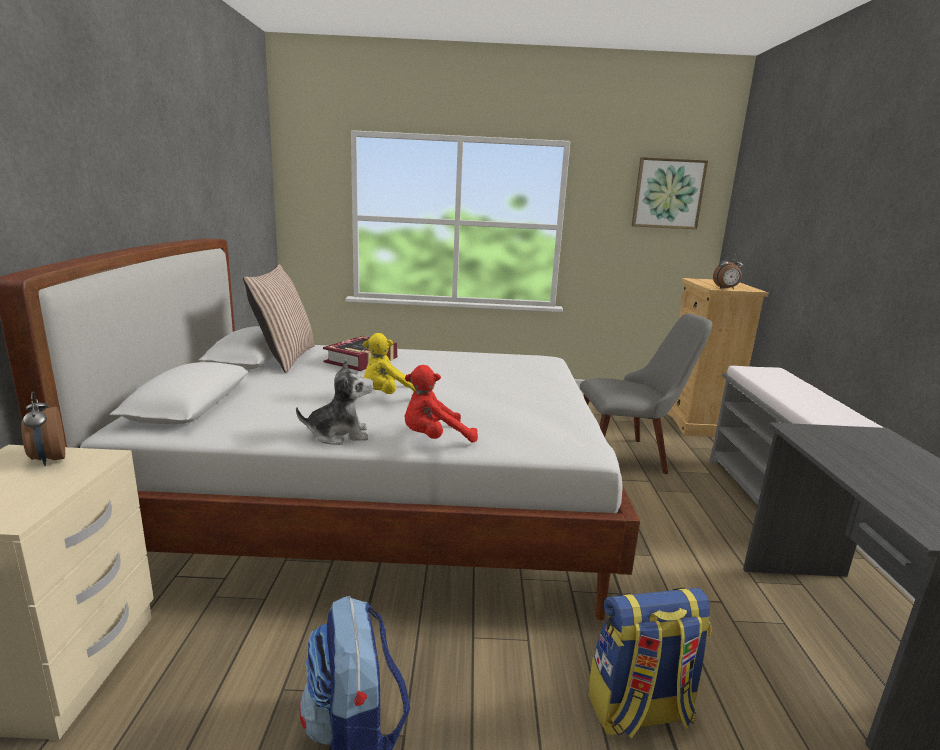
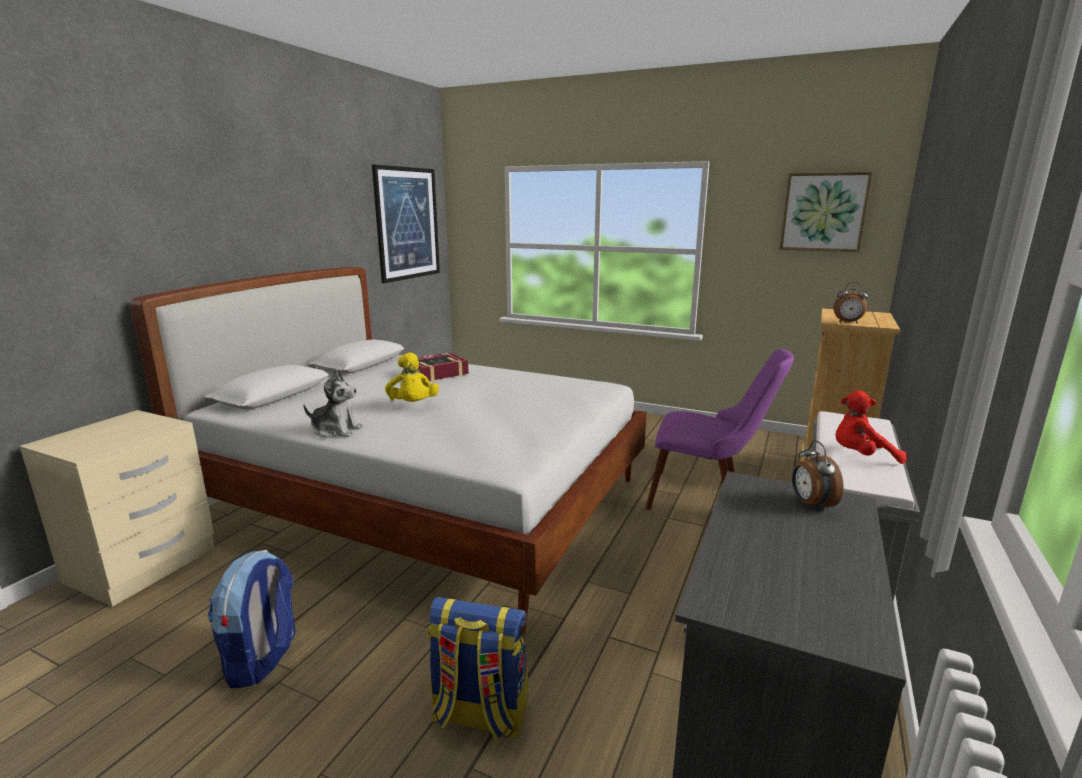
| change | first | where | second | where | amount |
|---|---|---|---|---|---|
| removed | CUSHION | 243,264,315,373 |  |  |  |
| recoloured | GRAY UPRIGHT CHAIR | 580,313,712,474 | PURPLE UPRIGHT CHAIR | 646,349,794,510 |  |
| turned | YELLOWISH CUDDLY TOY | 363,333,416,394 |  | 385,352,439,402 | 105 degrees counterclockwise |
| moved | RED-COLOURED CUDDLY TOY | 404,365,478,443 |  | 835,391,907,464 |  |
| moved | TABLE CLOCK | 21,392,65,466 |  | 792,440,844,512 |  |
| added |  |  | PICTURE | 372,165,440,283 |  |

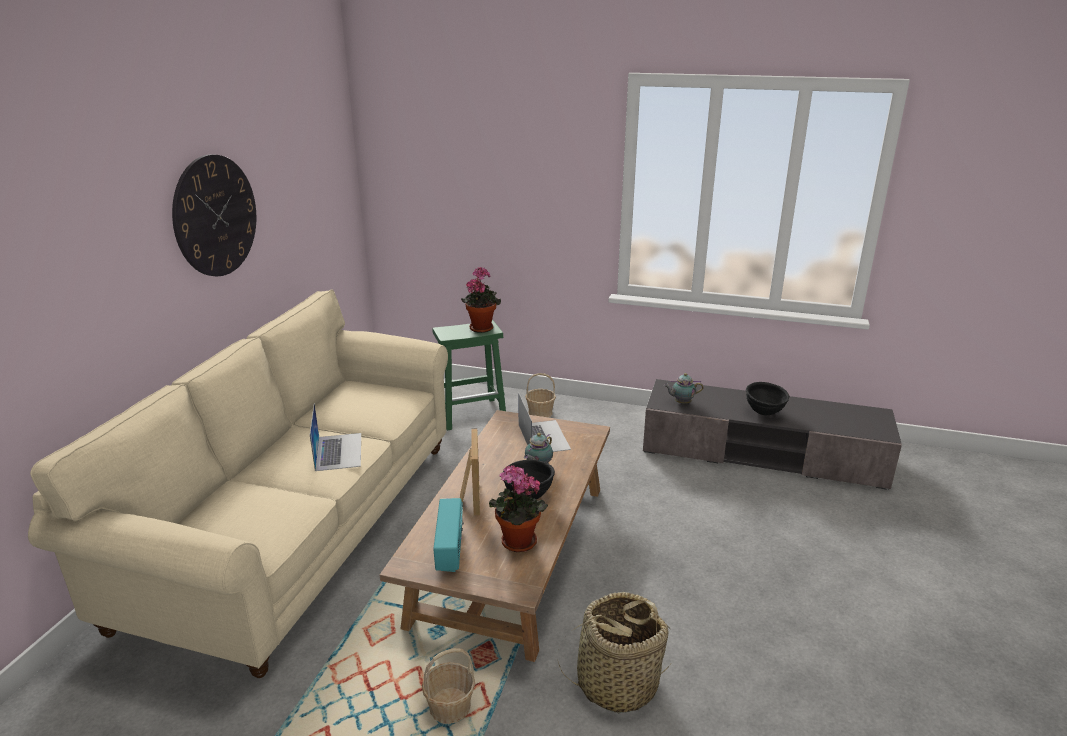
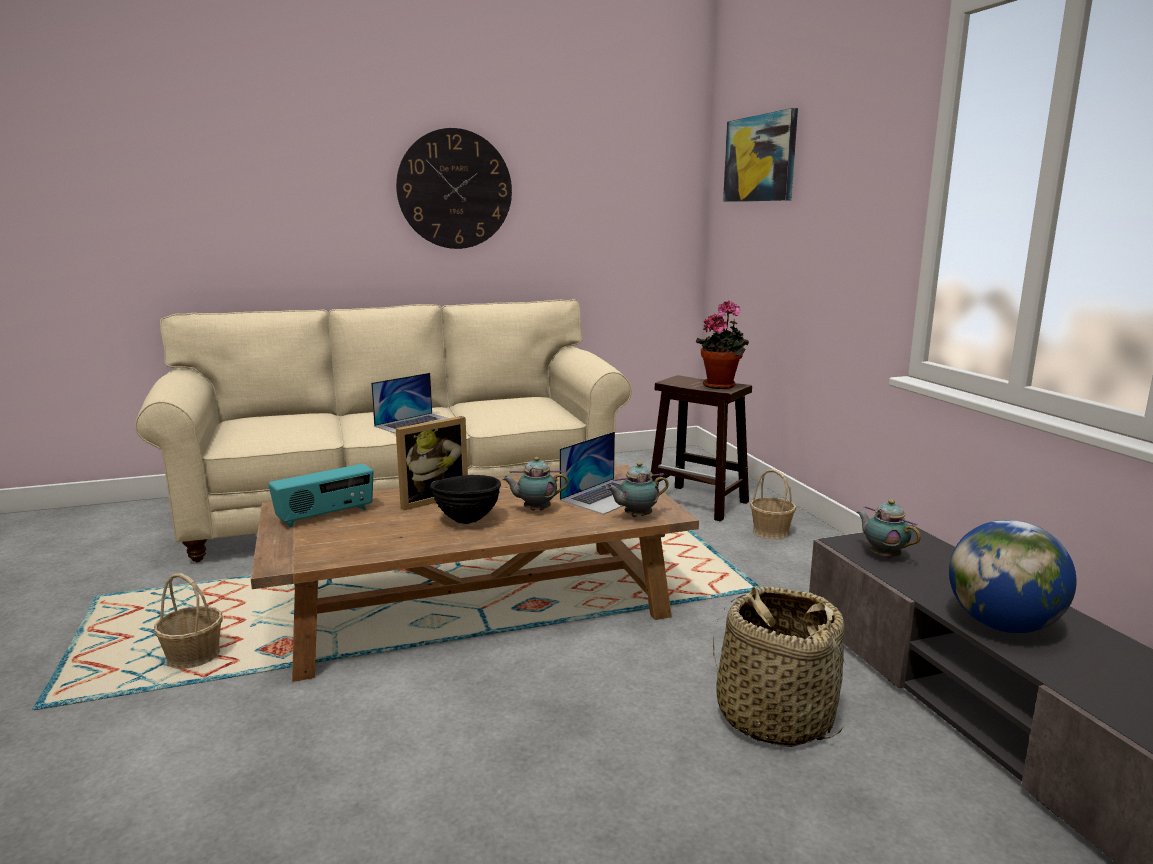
| change | first | where | second | where | amount |
|---|---|---|---|---|---|
| recoloured | GREENISH STOOL | 432,320,506,430 | BROWN-COLOURED STOOL | 651,375,752,522 |  |
| replaced | BLACK-COLOURED BOWL | 746,382,789,416 | DESK GLOBE | 949,520,1076,633 |  |
| removed | HOUSEPLANT | 489,465,548,552 |  |  |  |
| moved | STORAGE BASKET | 557,592,670,713 |  | 713,586,845,747 |  |
| added |  |  | PICTURE | 723,108,798,202 |  |
| added |  |  | POT FOR TEA | 606,462,669,517 |  |

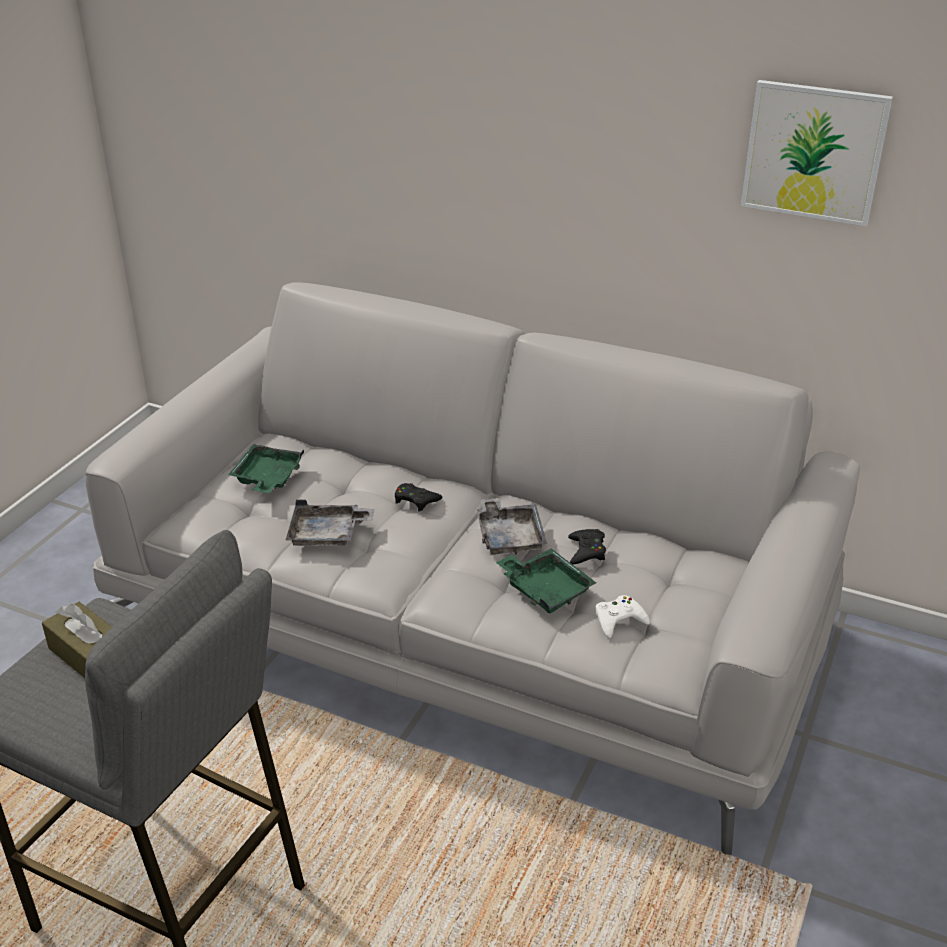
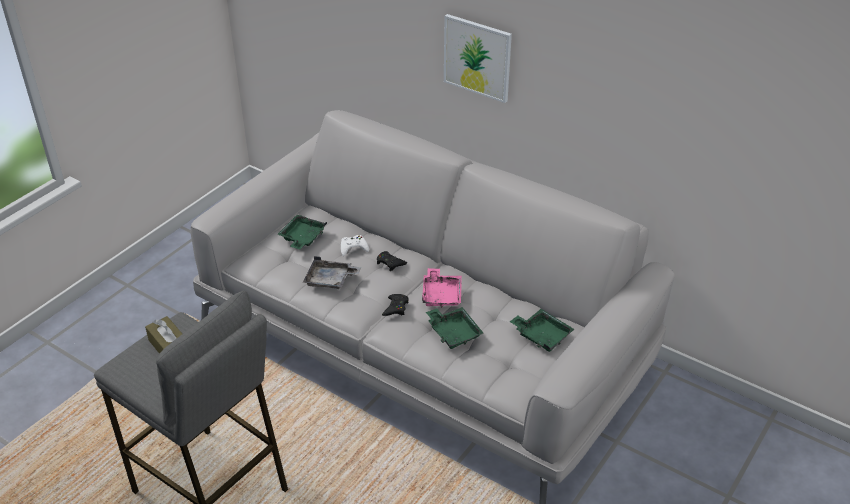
| change | first | where | second | where | amount |
|---|---|---|---|---|---|
| moved | PICTURE | 741,80,893,226 |  | 444,14,512,103 |  |
| recoloured | GRAY SERVING TRAY | 477,498,547,555 | PINK-COLOURED SERVING TRAY | 422,268,462,307 |  |
| moved | BLACK-COLOURED GAME CONTROLLER | 568,529,606,565 |  | 382,294,409,316 |  |
| moved | WHITISH GAME CONTROLLER | 596,595,650,638 |  | 341,235,369,256 |  |
| added |  |  | GREENISH SERVING TRAY | 510,309,575,352 |  |

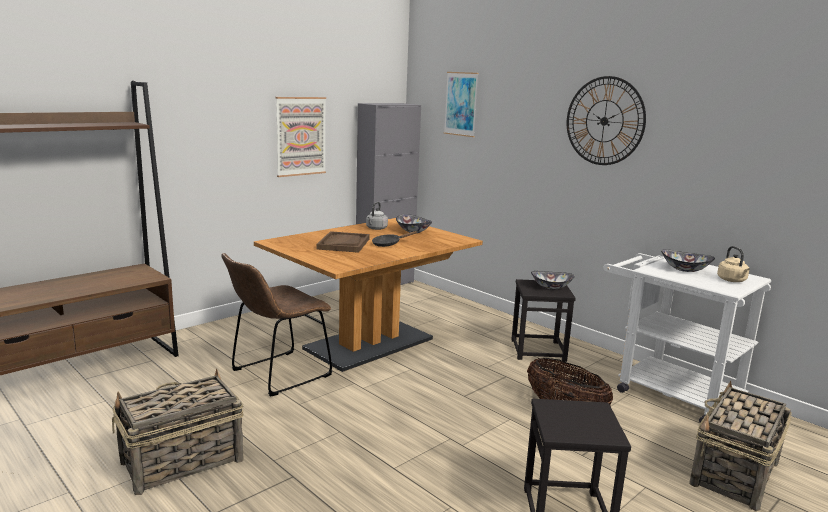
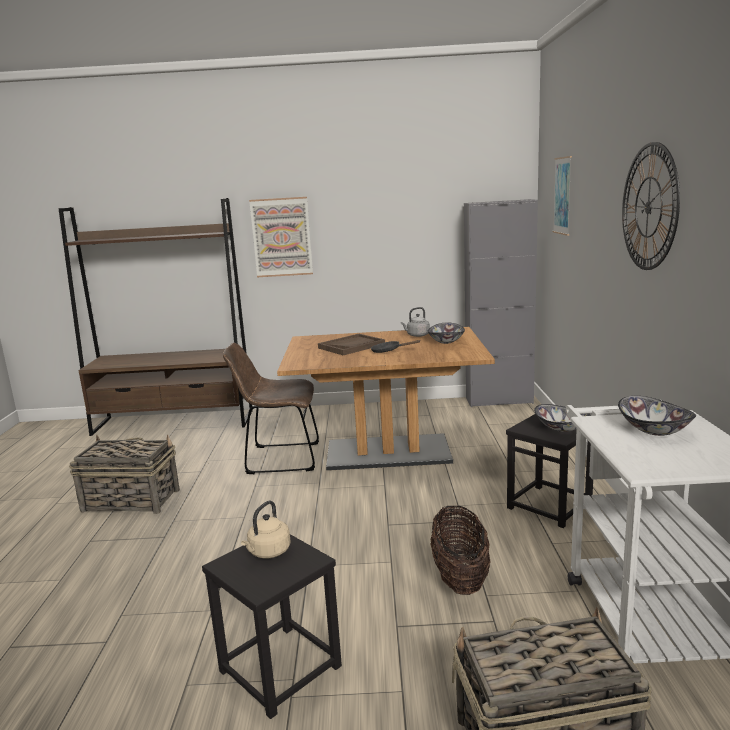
| change | first | where | second | where | amount |
|---|---|---|---|---|---|
| moved | PICTURE | 276,97,326,177 |  | 249,197,313,277 |  |
| moved | BEIGE KETTLE | 717,246,750,282 |  | 241,501,291,559 |  |

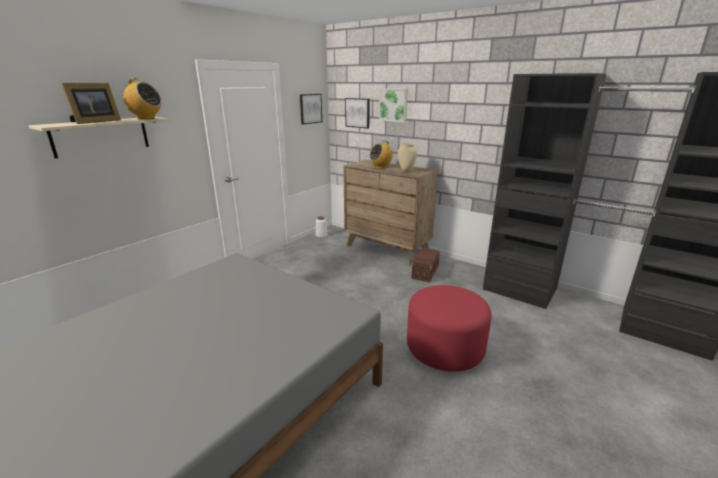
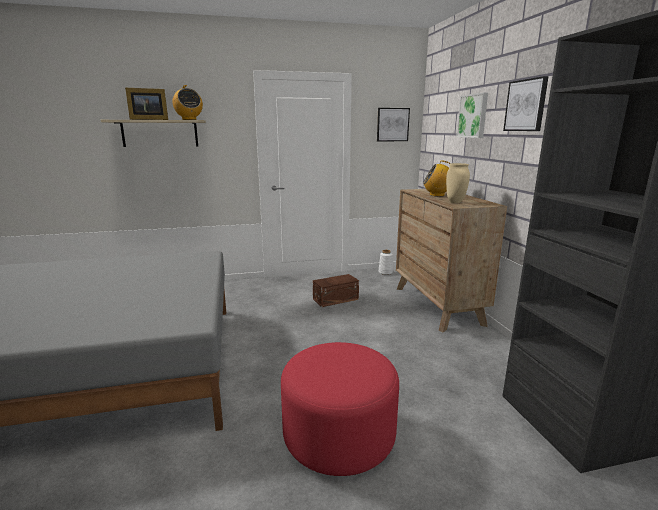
| change | first | where | second | where | amount |
|---|---|---|---|---|---|
| moved | PICTURE | 345,98,370,129 |  | 503,76,549,131 |  |
| moved | BROWN-COLOURED STORAGE CONTAINER | 411,248,440,282 |  | 313,274,359,307 |  |

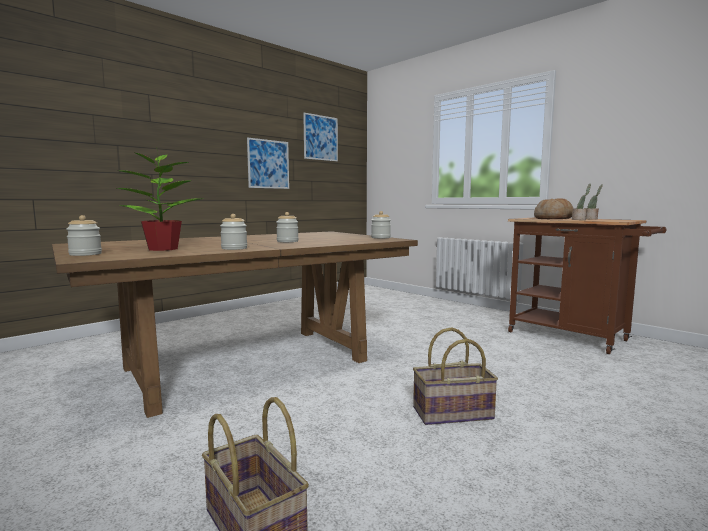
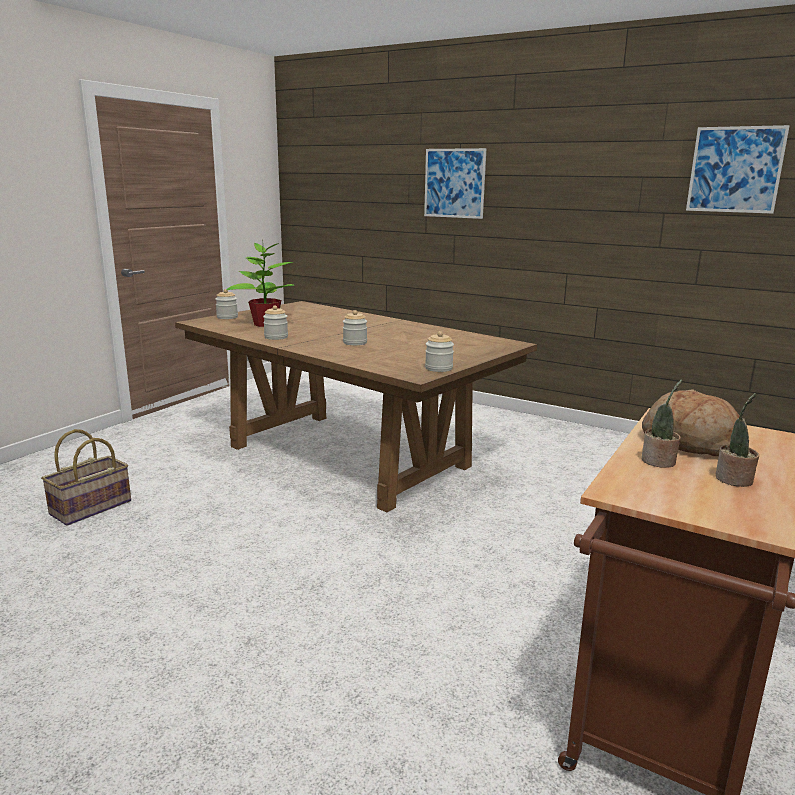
| change | first | where | second | where | amount |
|---|---|---|---|---|---|
| moved | PICTURE | 247,137,289,189 |  | 424,148,487,219 |  |
| removed | STORAGE BASKET | 413,328,498,425 |  |  |  |

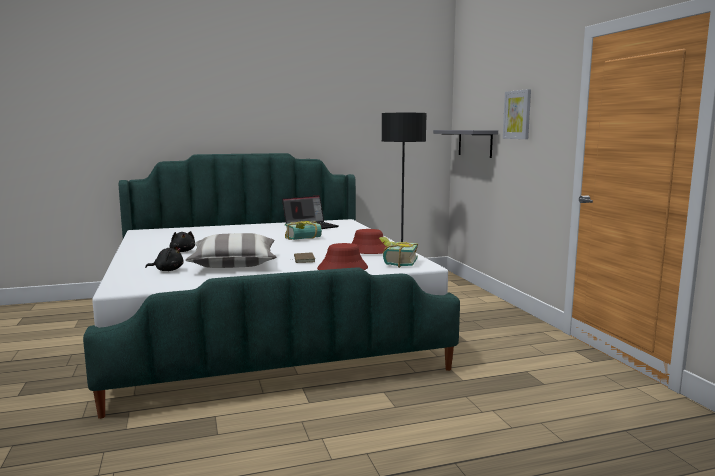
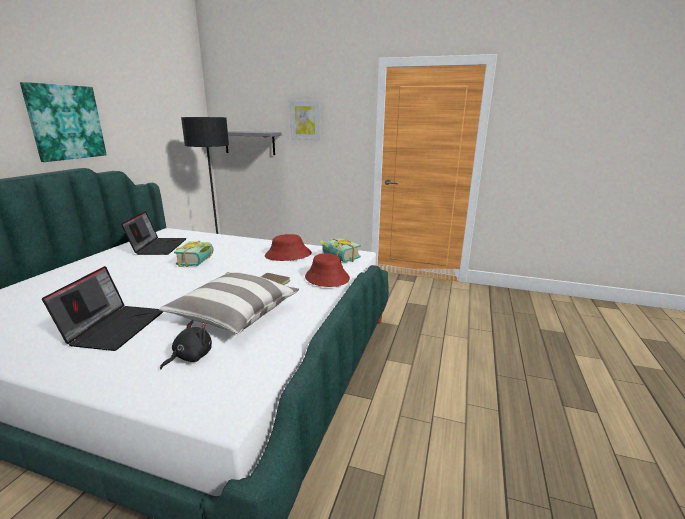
| change | first | where | second | where | amount |
|---|---|---|---|---|---|
| replaced | BLACK-COLOURED CUDDLY TOY | 170,231,195,252 | PORTABLE COMPUTER | 42,266,163,351 |  |
| added |  |  | PICTURE | 20,82,107,162 |  |

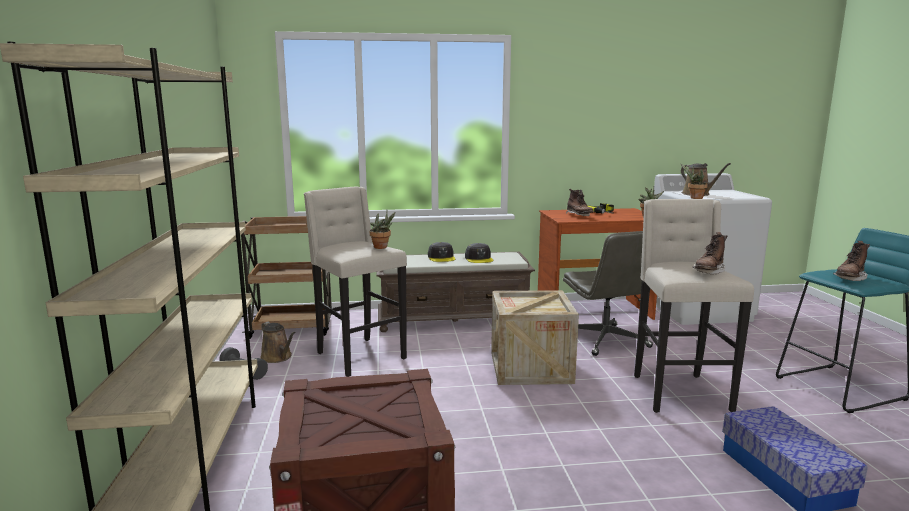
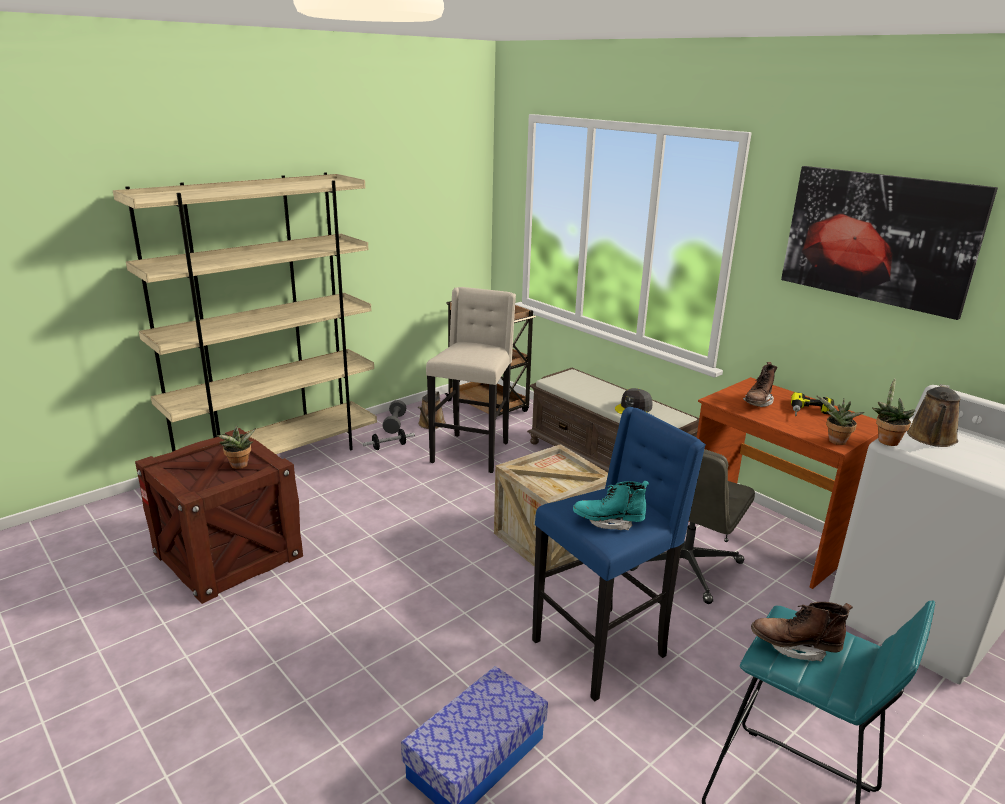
| change | first | where | second | where | amount |
|---|---|---|---|---|---|
| recoloured | BEIGE STOOL | 634,199,754,413 | BLUE-COLOURED STOOL | 532,407,706,702 |  |
| moved | HOUSEPLANT | 370,211,395,249 |  | 217,425,256,469 |  |
| recoloured | BROWN-COLOURED BOOT | 693,232,727,274 | TURQUOISE BOOT | 573,481,649,530 |  |
| removed | GRAY CAP | 428,242,455,262 |  |  |  |
| added |  |  | PICTURE | 781,166,998,320 |  |
| added |  |  | HAND WEIGHT | 362,429,415,450 |  |

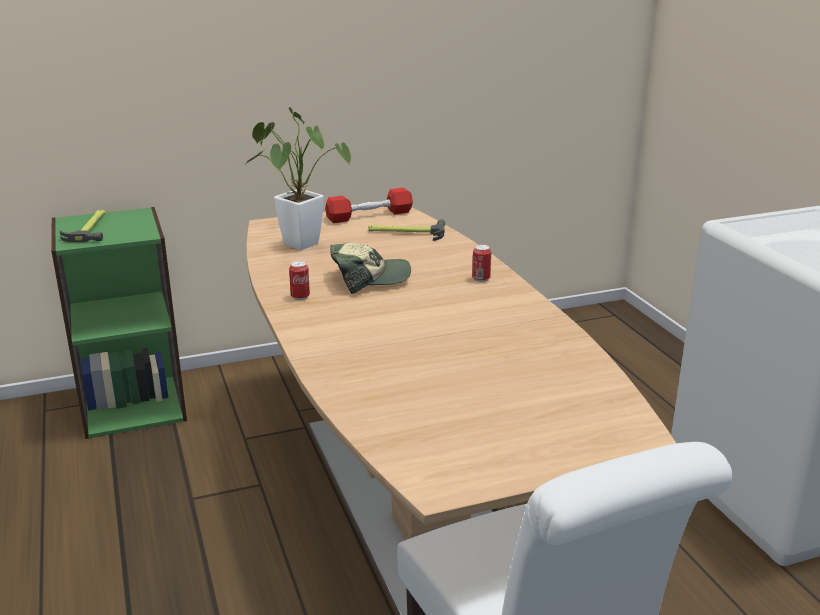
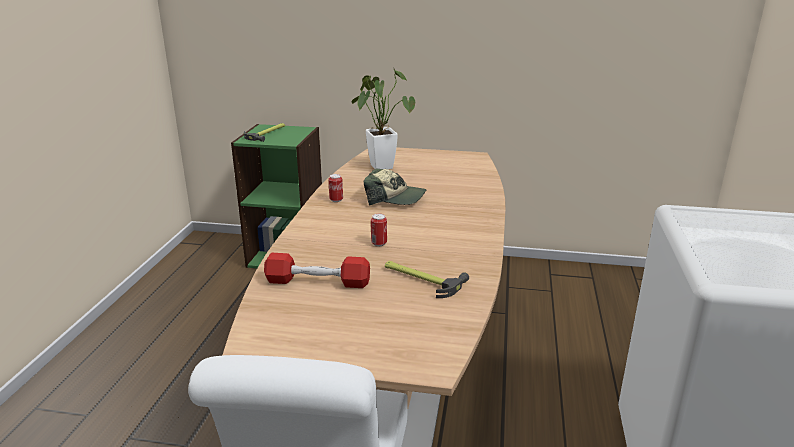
| change | first | where | second | where | amount |
|---|---|---|---|---|---|
| moved | RED-COLOURED HAND WEIGHT | 325,188,413,223 |  | 264,253,370,288 |  |
| moved | TOOL HAMMER | 369,219,445,241 |  | 385,261,469,298 |  |
| moved | METAL CAN | 472,244,491,282 |  | 371,214,387,246 |  |

